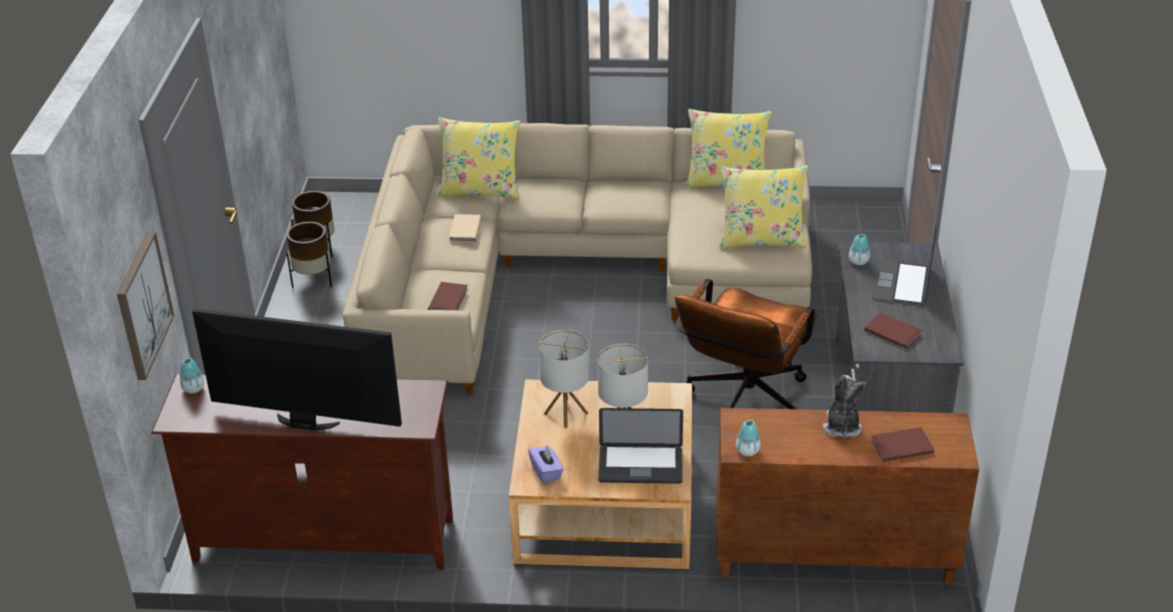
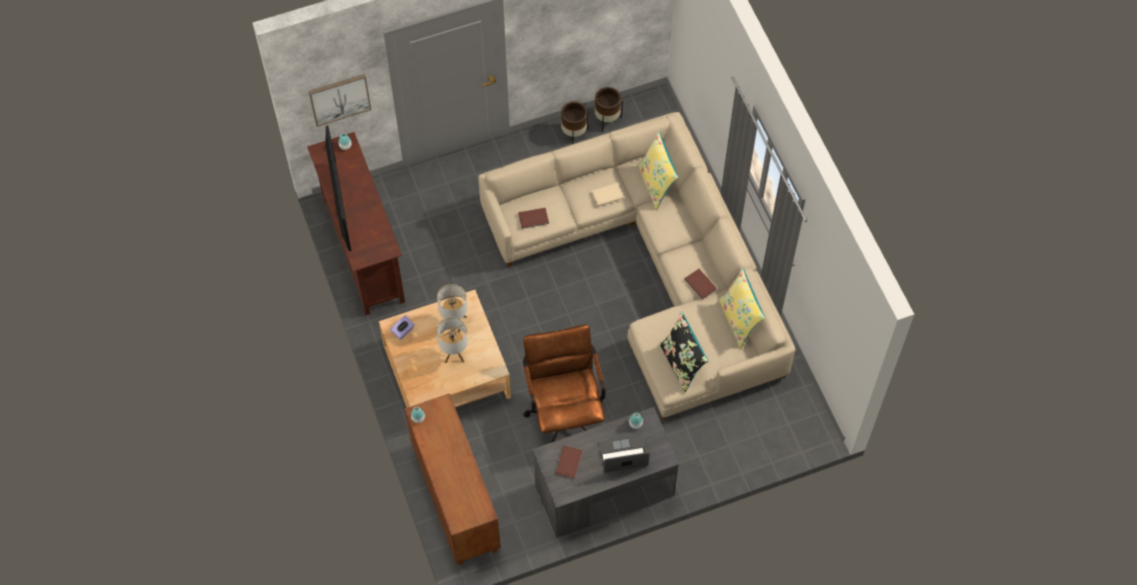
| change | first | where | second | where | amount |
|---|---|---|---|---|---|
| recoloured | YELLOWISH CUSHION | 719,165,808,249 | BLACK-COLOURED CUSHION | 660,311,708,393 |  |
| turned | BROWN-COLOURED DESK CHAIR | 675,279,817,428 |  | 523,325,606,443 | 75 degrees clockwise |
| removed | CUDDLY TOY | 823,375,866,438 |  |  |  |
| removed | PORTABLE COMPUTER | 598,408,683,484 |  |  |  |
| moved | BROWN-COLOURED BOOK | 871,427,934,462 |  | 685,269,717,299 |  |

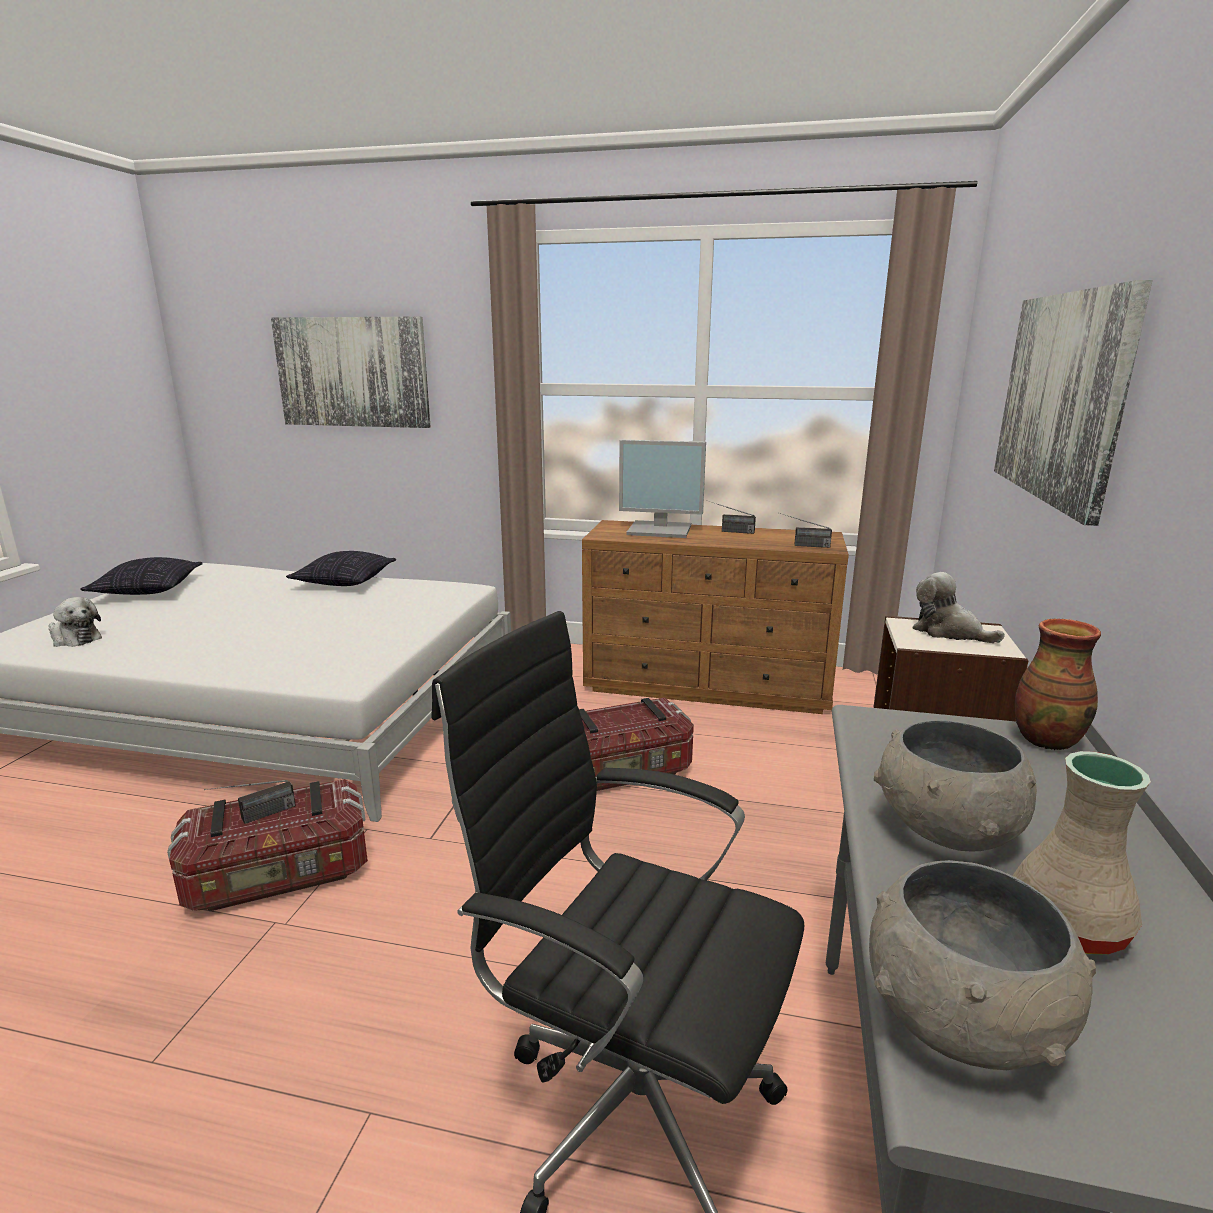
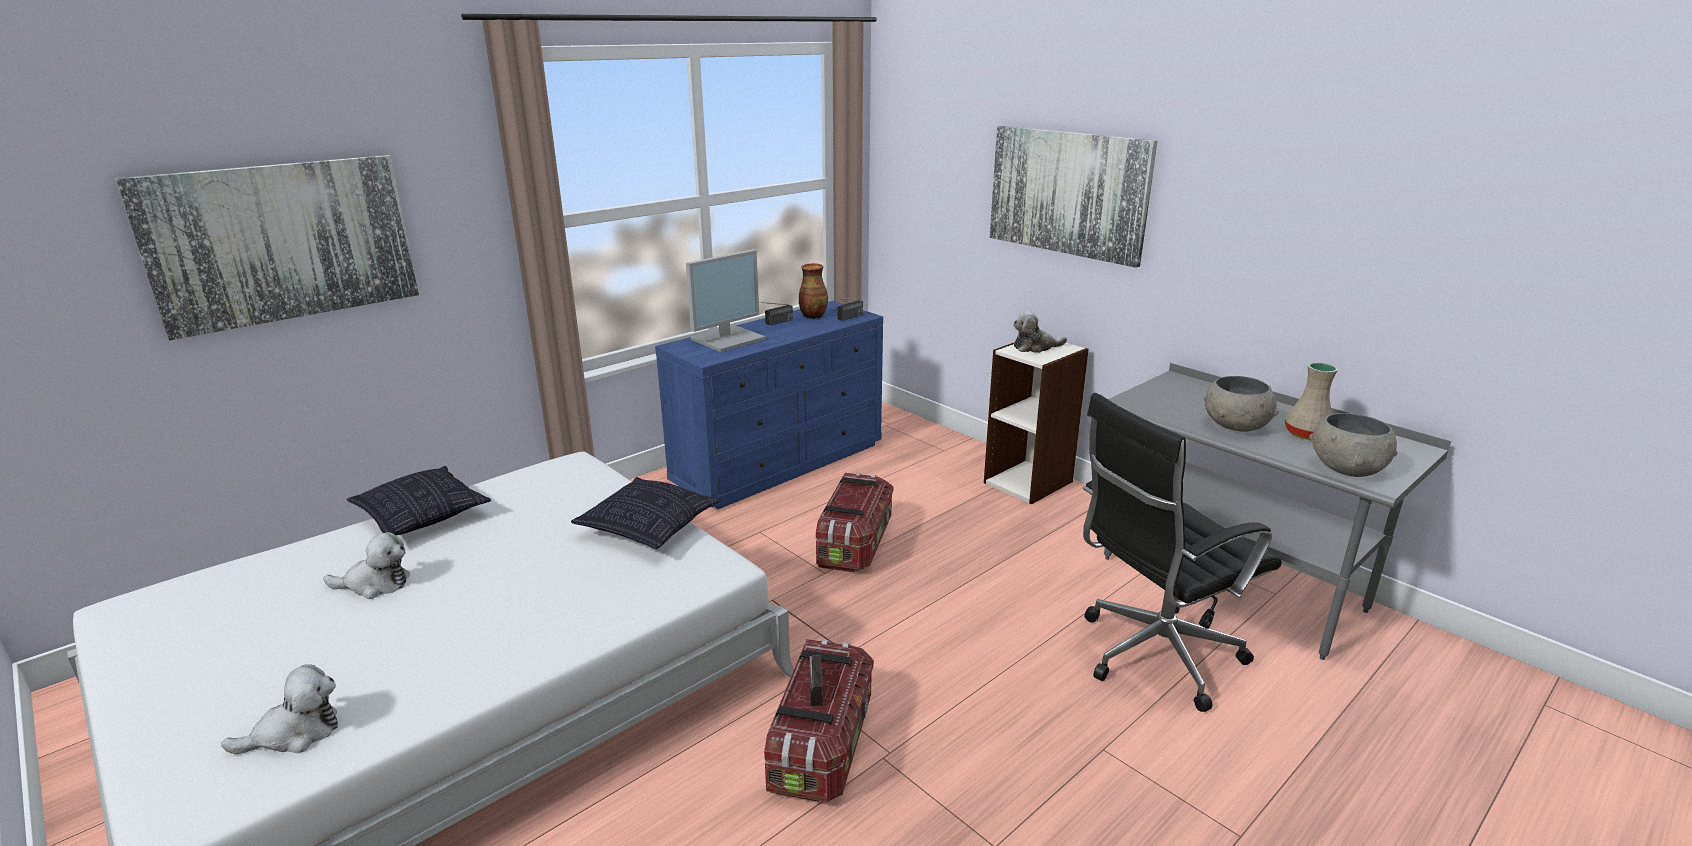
| change | first | where | second | where | amount |
|---|---|---|---|---|---|
| recoloured | BROWN-COLOURED CHEST OF DRAWERS | 582,520,849,714 | BLUE-COLOURED CHEST OF DRAWERS | 655,301,883,509 |  |
| moved | CUSHION | 80,557,203,595 |  | 571,477,721,549 |  |
| moved | DECORATIVE VASE | 1015,619,1101,750 |  | 799,263,828,319 |  |
| added |  |  | CUDDLY TOY | 323,532,410,599 |  |

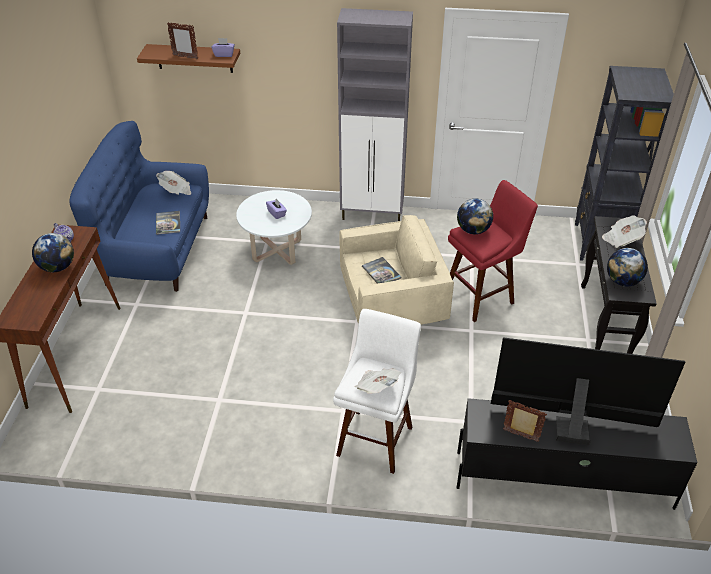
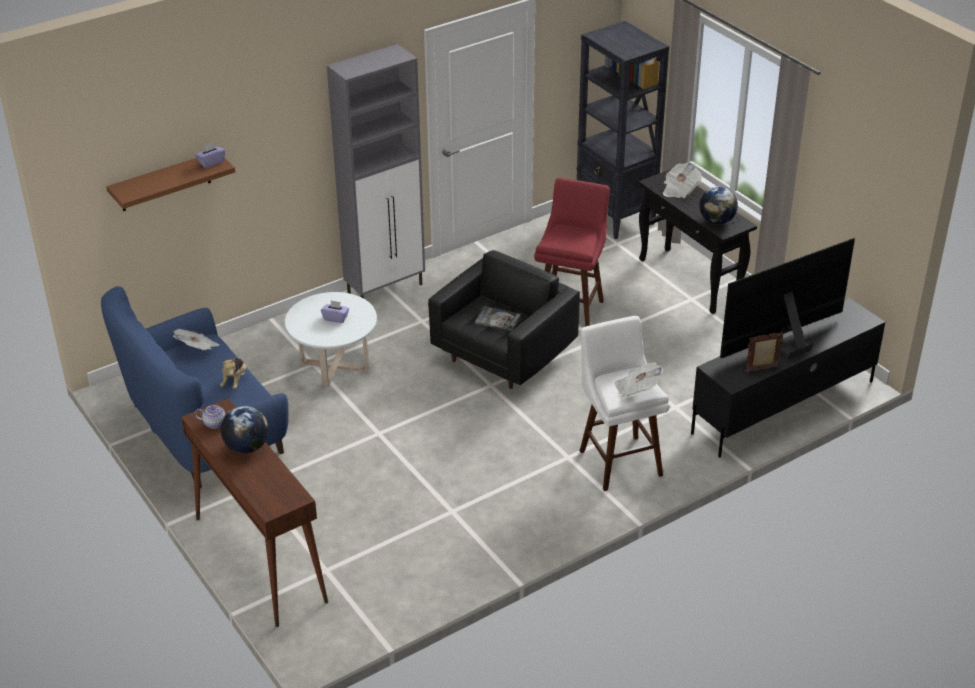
| change | first | where | second | where | amount |
|---|---|---|---|---|---|
| removed | PICTURE FRAME | 167,22,198,59 |  |  |  |
| removed | DESK GLOBE | 457,198,493,234 |  |  |  |
| replaced | BOOK | 156,211,180,235 | CUDDLY TOY | 220,358,246,389 |  |
| recoloured | BEIGE ARMCHAIR | 339,215,454,325 | BLACK-COLOURED ARMCHAIR | 428,250,580,389 |  |

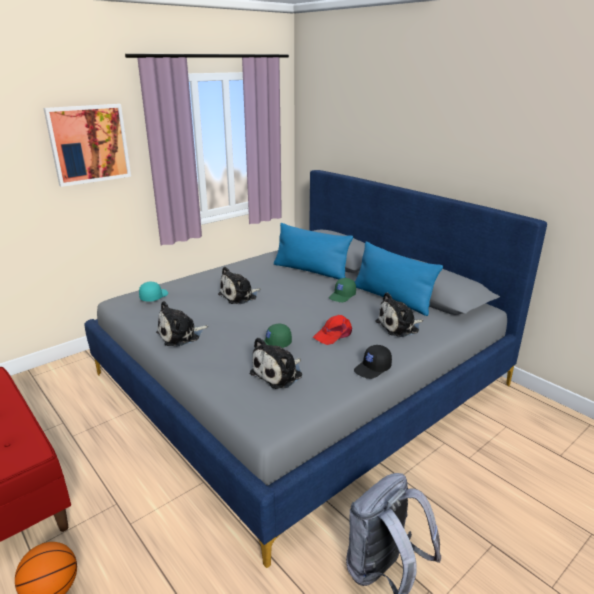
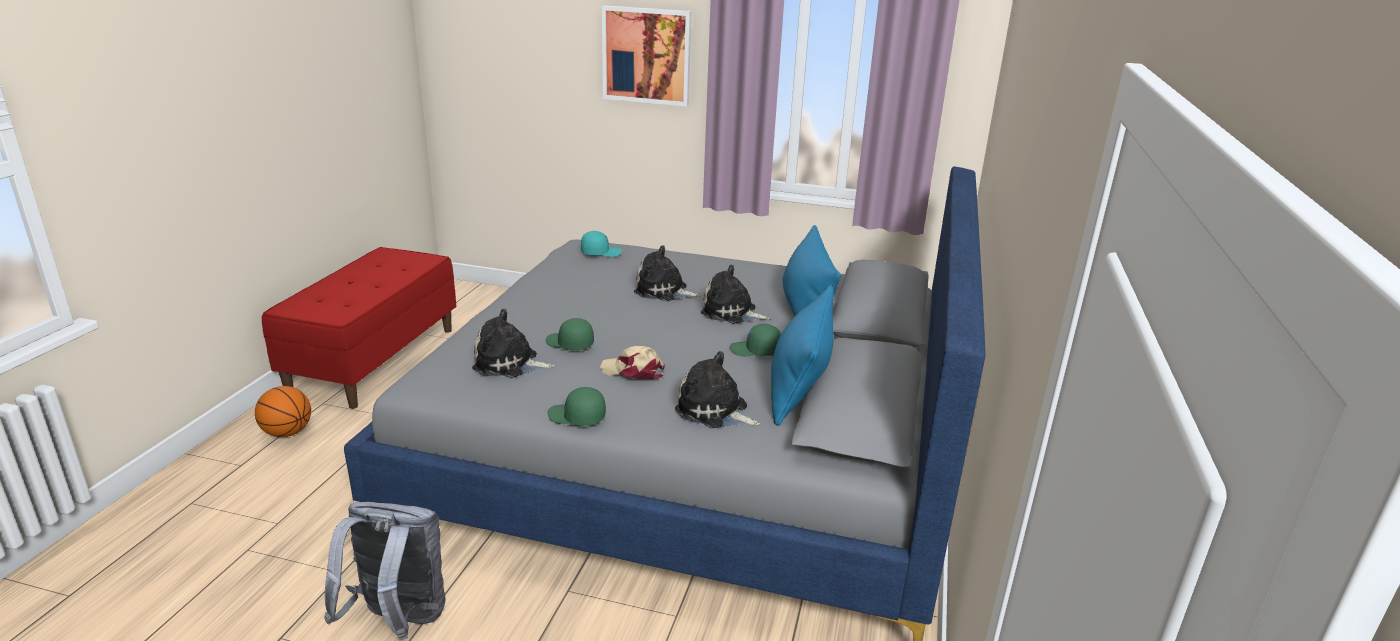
| change | first | where | second | where | amount |
|---|---|---|---|---|---|
| moved | CUDDLY TOY | 156,301,208,347 |  | 701,265,770,324 |  |
| recoloured | RED-COLOURED CAP | 313,315,352,345 | BEIGE CAP | 600,346,665,379 |  |
| recoloured | BLACK-COLOURED CAP | 354,345,392,379 | GREENISH CAP | 548,387,606,426 |  |

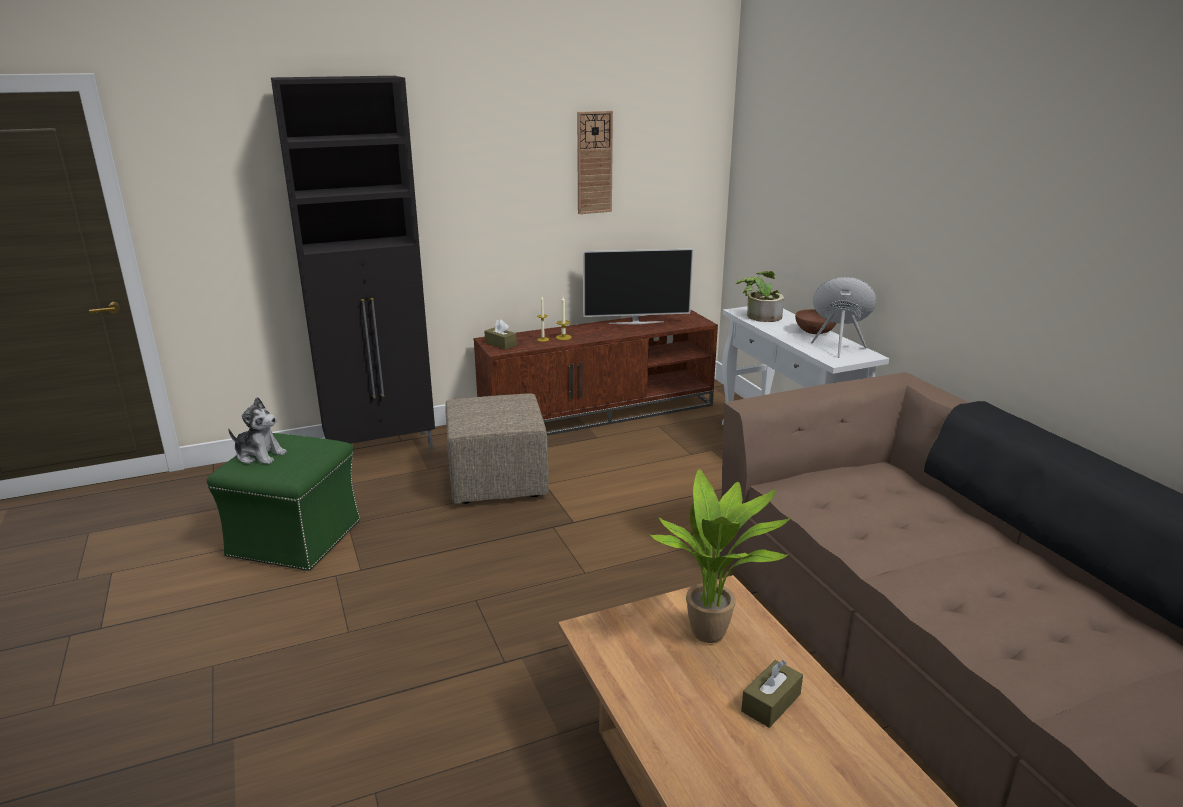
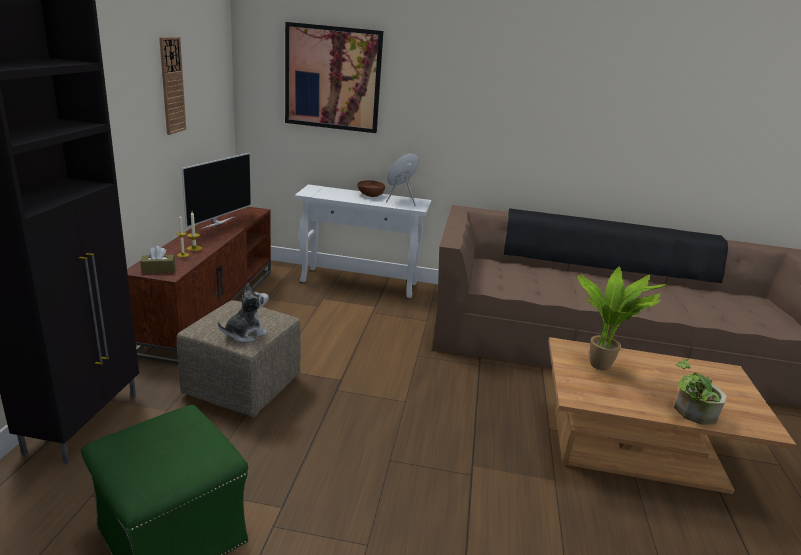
| change | first | where | second | where | amount |
|---|---|---|---|---|---|
| moved | HOUSEPLANT | 735,271,784,322 |  | 674,358,727,425 |  |
| moved | CUDDLY TOY | 228,397,287,464 |  | 218,284,269,343 |  |
| removed | BROWN-COLOURED TISSUE BOX | 741,660,803,728 |  |  |  |
| added |  |  | PICTURE | 285,22,383,133 |  |

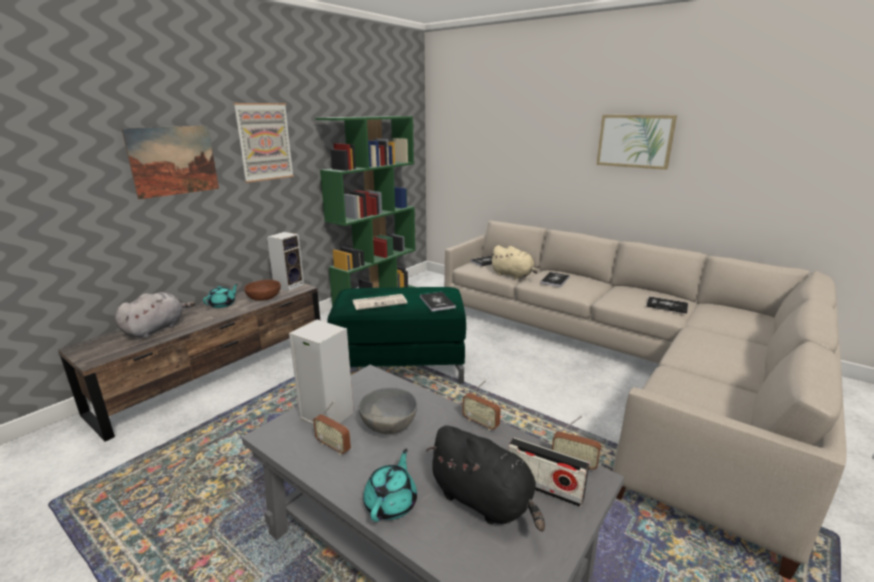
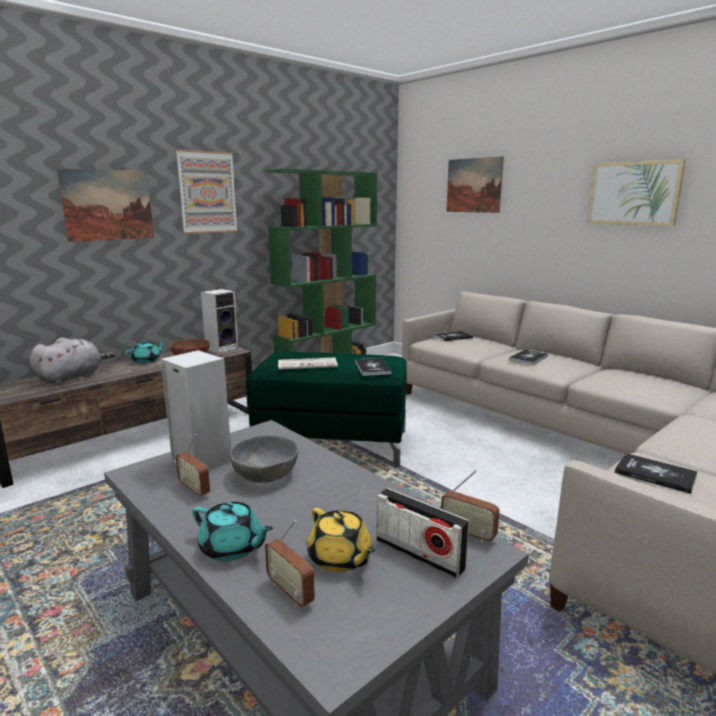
| change | first | where | second | where | amount |
|---|---|---|---|---|---|
| removed | BEIGE CUDDLY TOY | 490,245,538,279 |  |  |  |
| moved | BOOK | 646,296,688,314 |  | 615,453,698,494 |  |
| moved | RADIO SET | 462,380,501,431 |  | 265,520,315,607 |  |
| replaced | BLACK-COLOURED CUDDLY TOY | 426,426,545,532 | YELLOWISH POT FOR TEA | 307,508,375,572 |  |
| turned | TURQUOISE POT FOR TEA | 363,449,417,522 |  | 192,502,273,561 | 90 degrees clockwise |
| added |  |  | PICTURE | 446,156,504,213 |  |

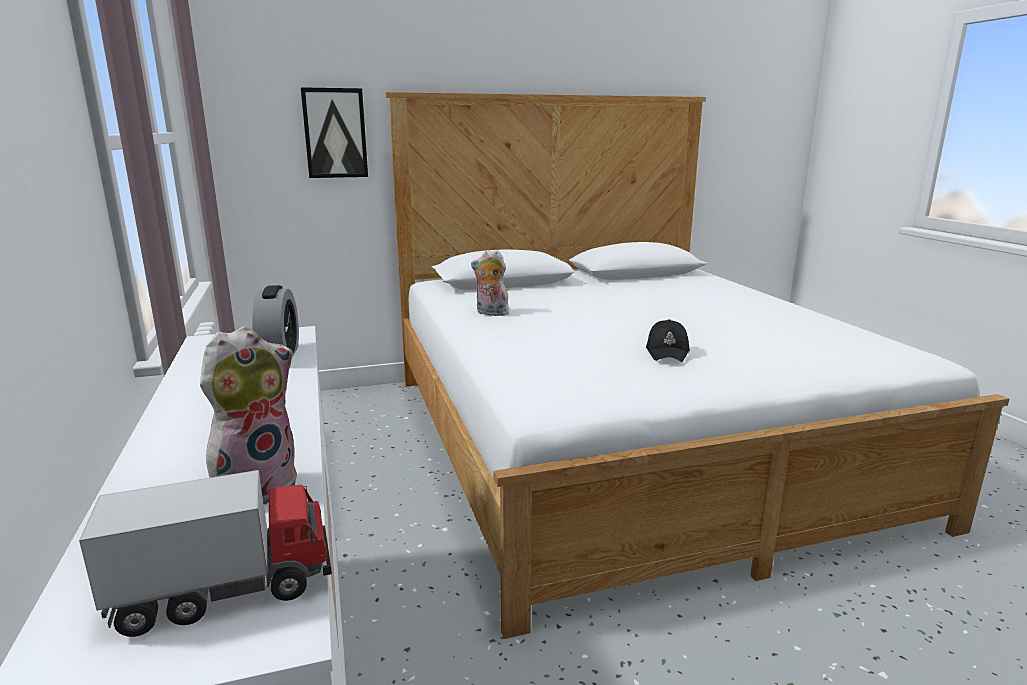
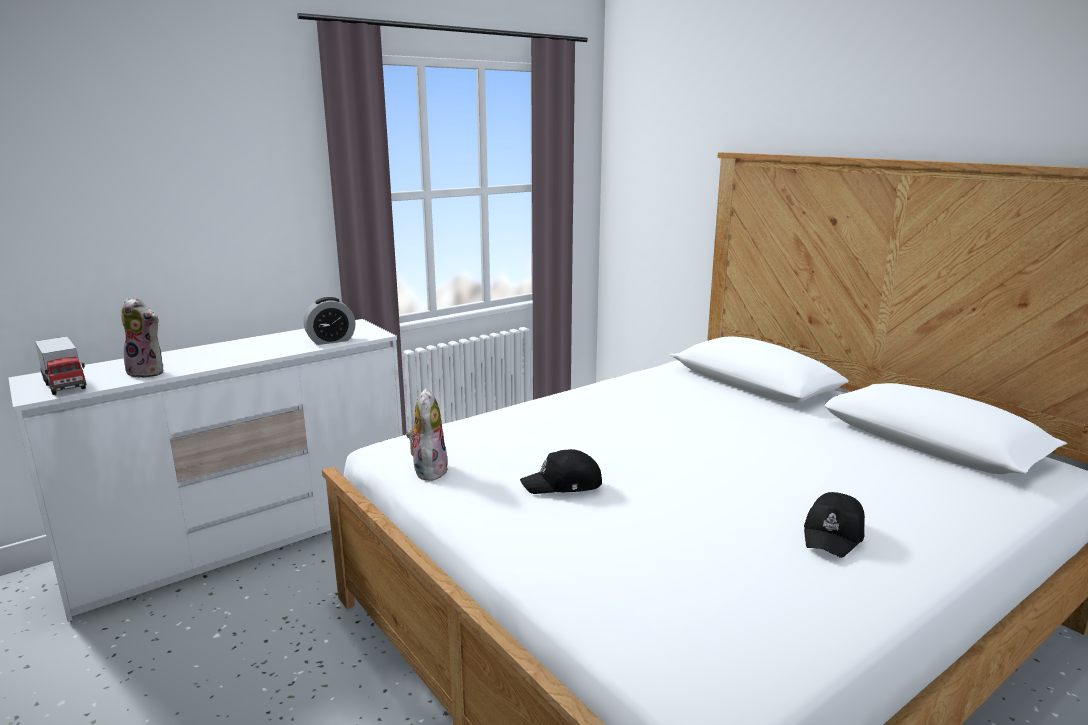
| change | first | where | second | where | amount |
|---|---|---|---|---|---|
| removed | PICTURE | 301,87,368,178 |  |  |  |
| moved | CUDDLY TOY | 471,250,509,316 |  | 406,389,448,481 |  |
| added |  |  | BLACK-COLOURED CAP | 804,492,865,558 |  |

